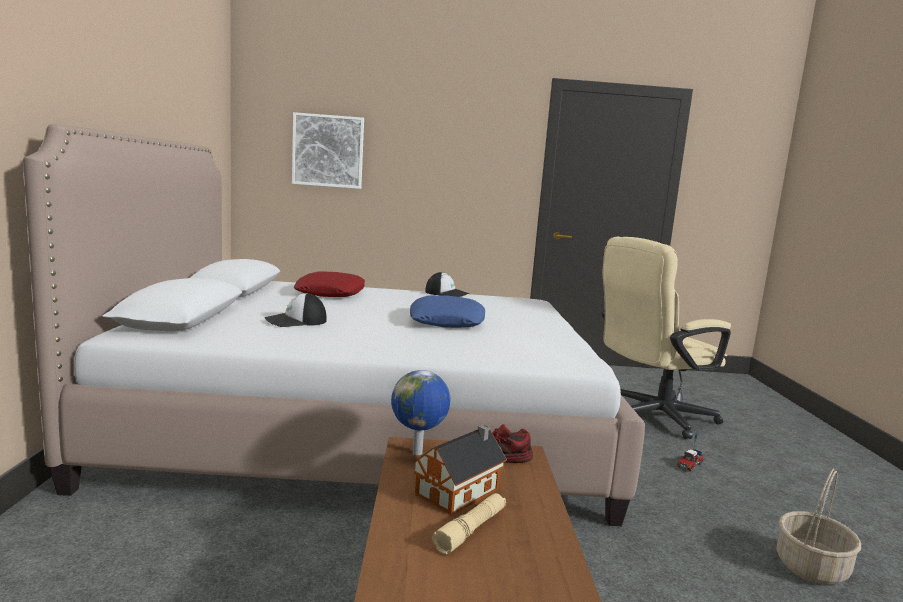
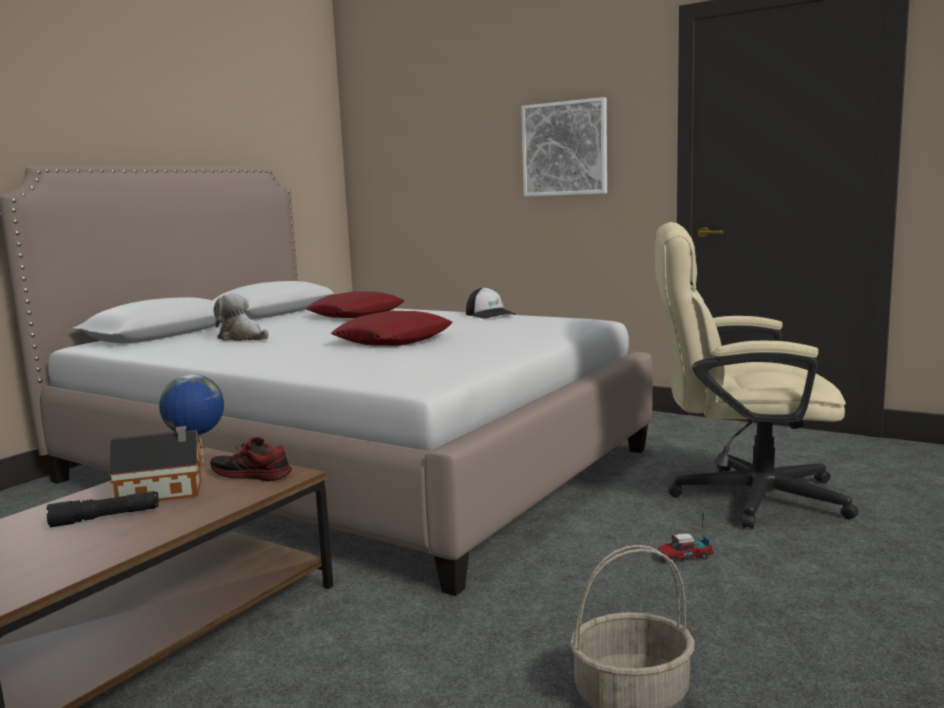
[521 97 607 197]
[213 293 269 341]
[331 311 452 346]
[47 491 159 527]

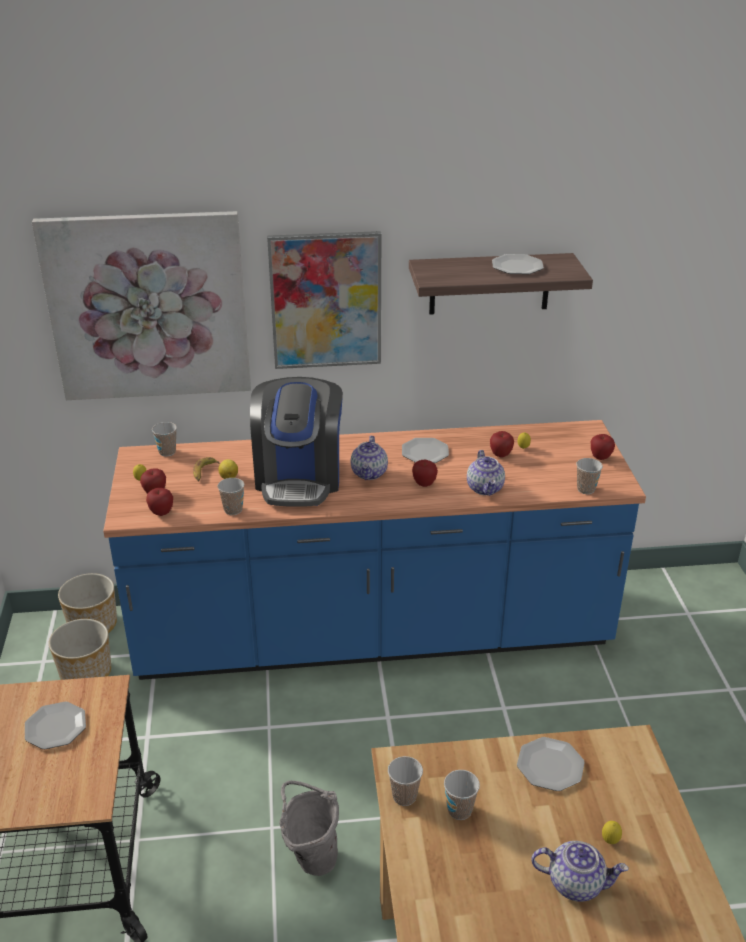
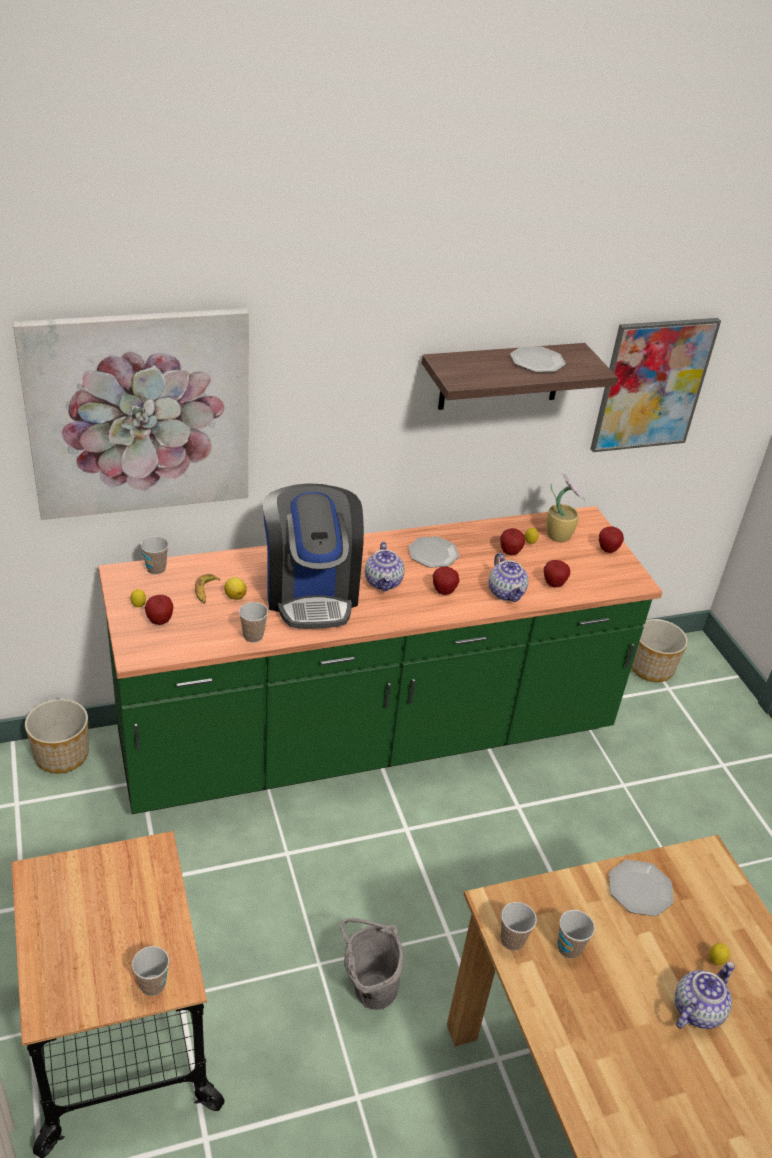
[25 702 86 749] (first image)
[546 471 585 542]
[631 619 688 682]
[544 560 570 588]
[590 318 721 452]
[132 946 169 996]
[98 506 663 814]
[675 962 735 1029]

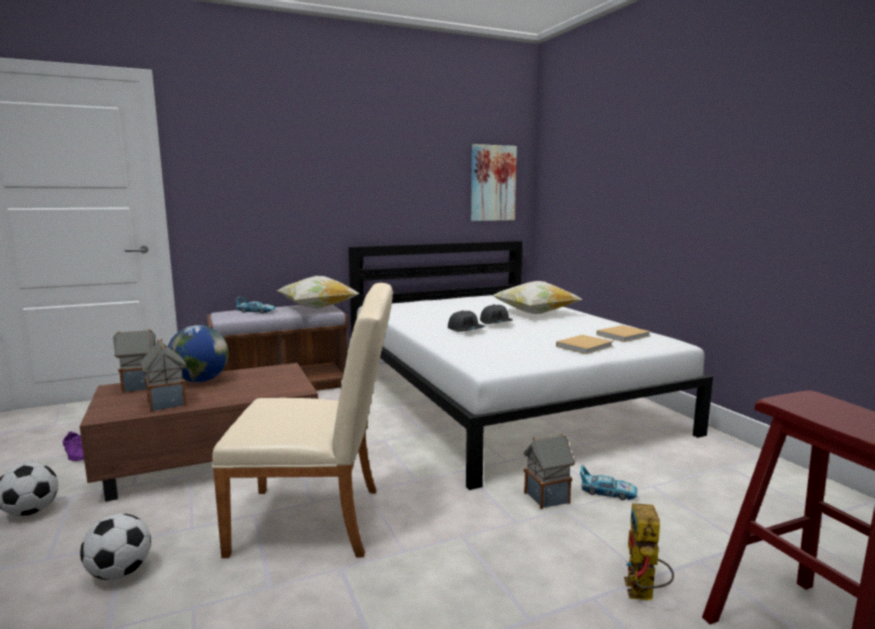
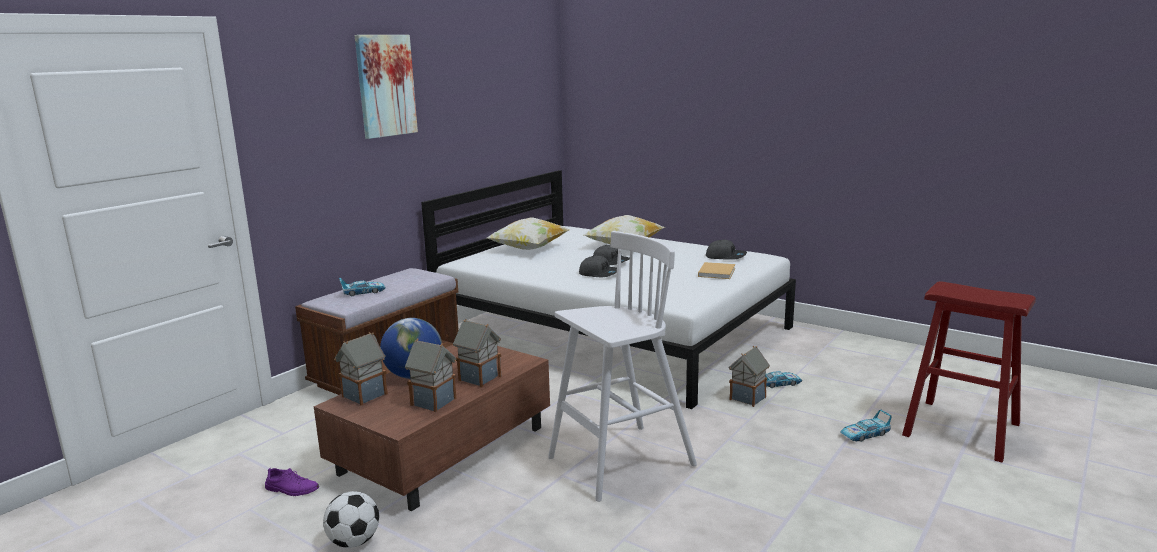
[80 514 151 580] (first image)
[453 319 502 388]
[487 218 570 250]
[355 35 418 139]
[548 231 697 502]
[706 240 747 260]
[840 410 892 442]

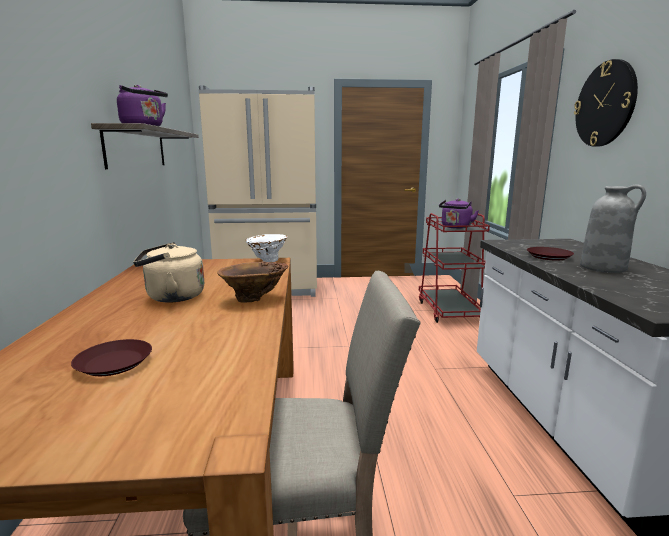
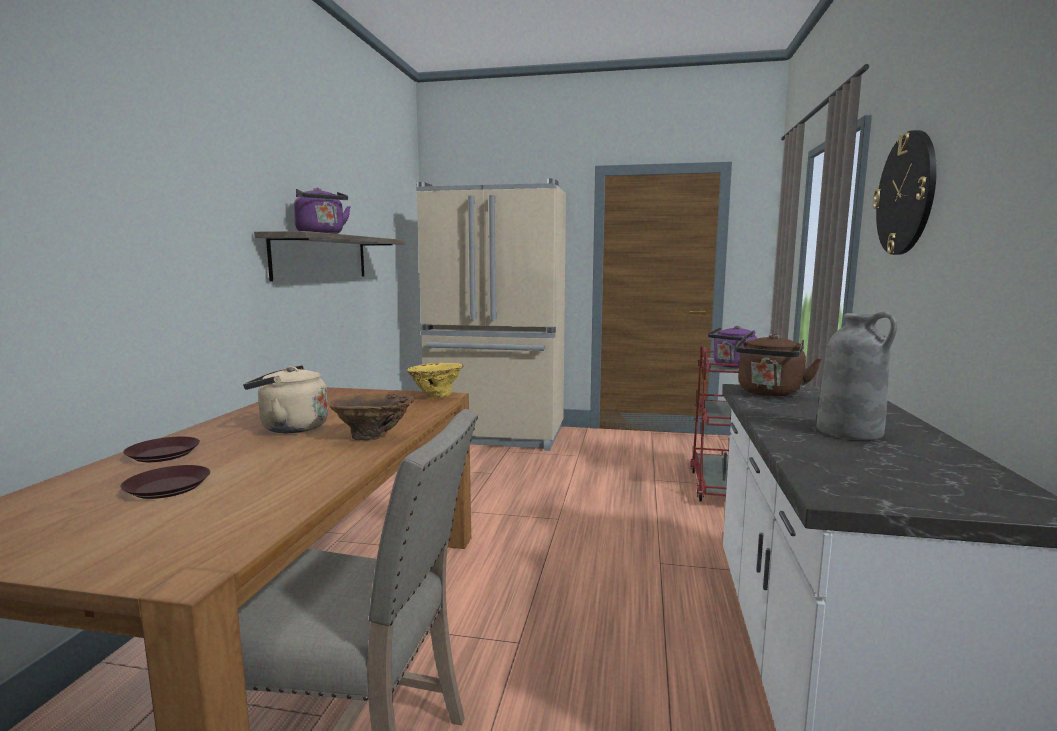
[735 334 821 397]
[123 436 200 462]
[407 363 464 397]

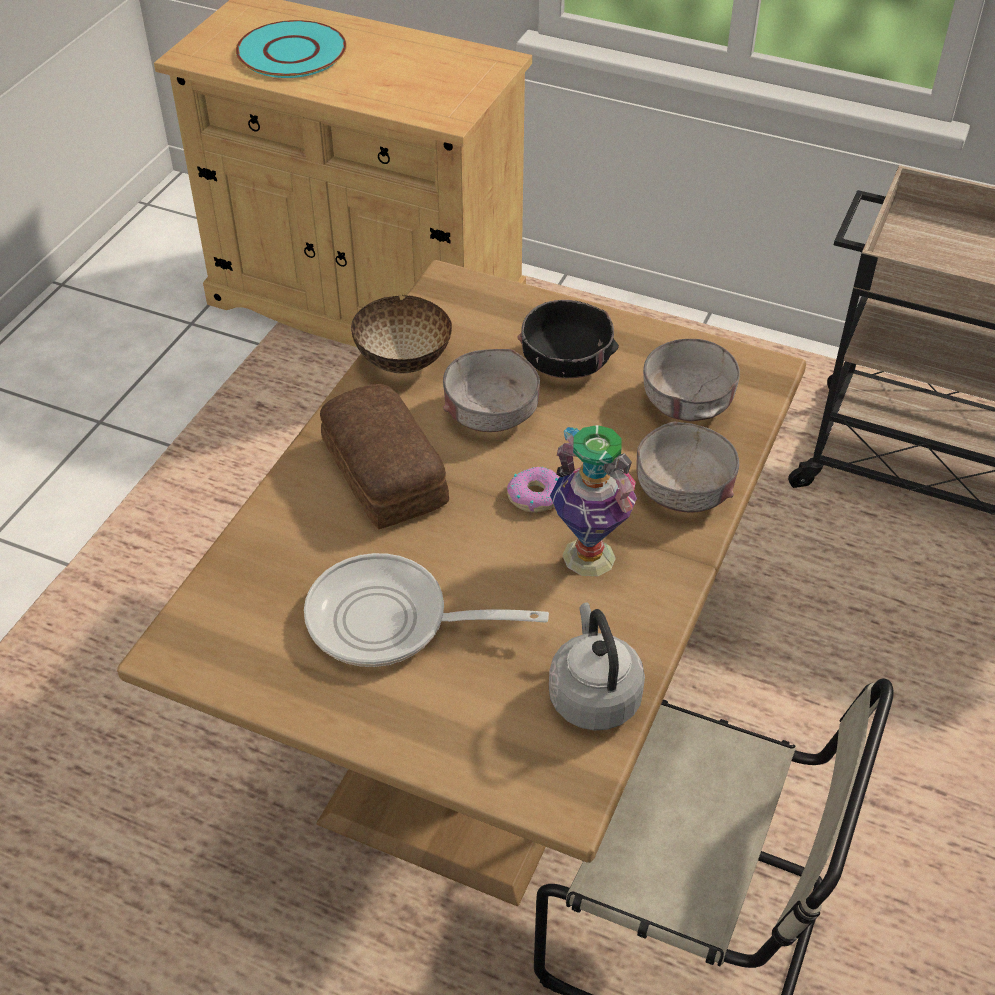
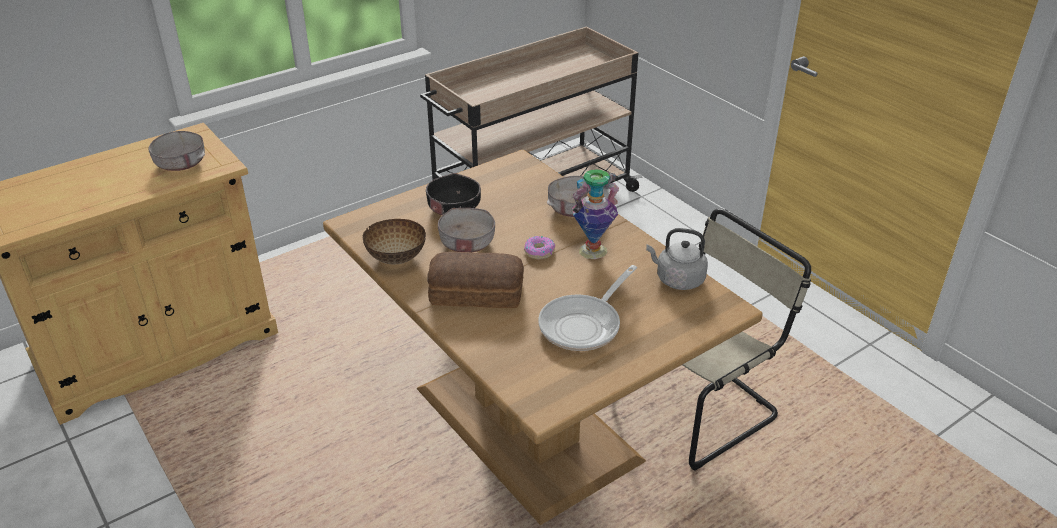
[236 20 347 78] (first image)
[148 131 205 171]

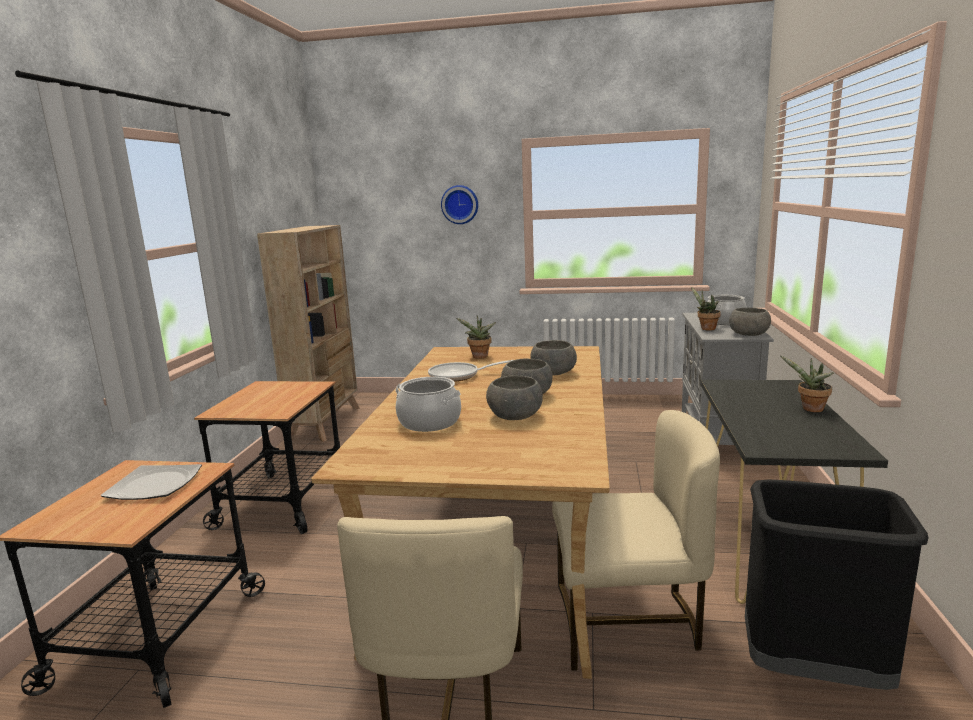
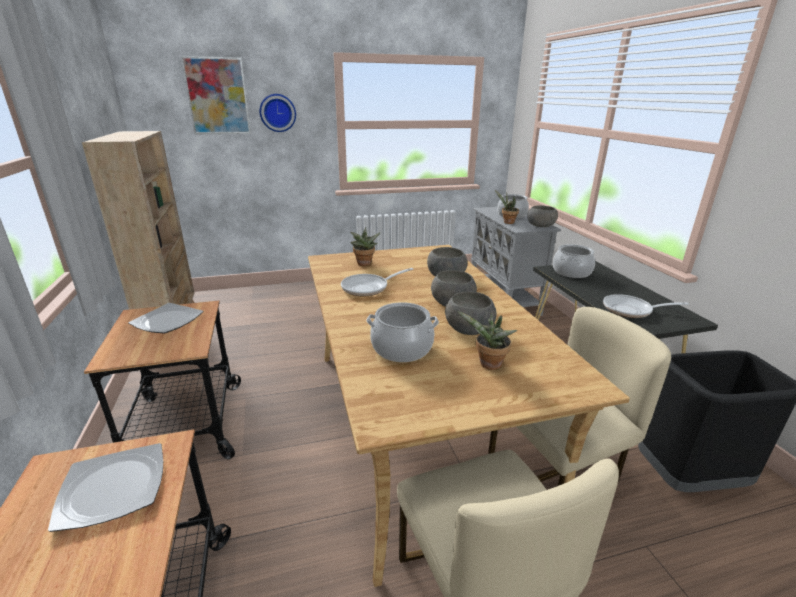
[128 303 203 333]
[181 56 251 134]
[553 244 595 278]
[603 294 689 318]
[457 311 517 370]

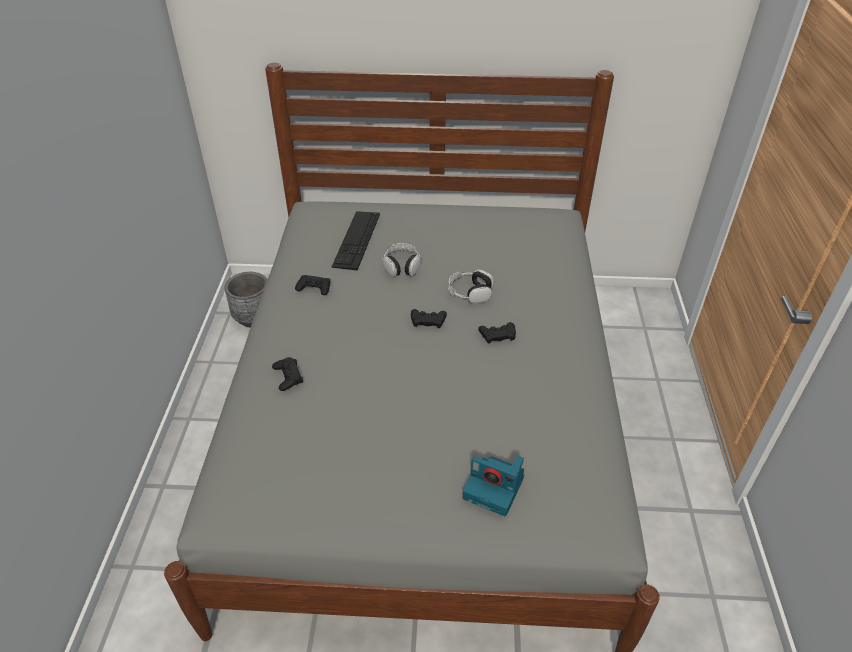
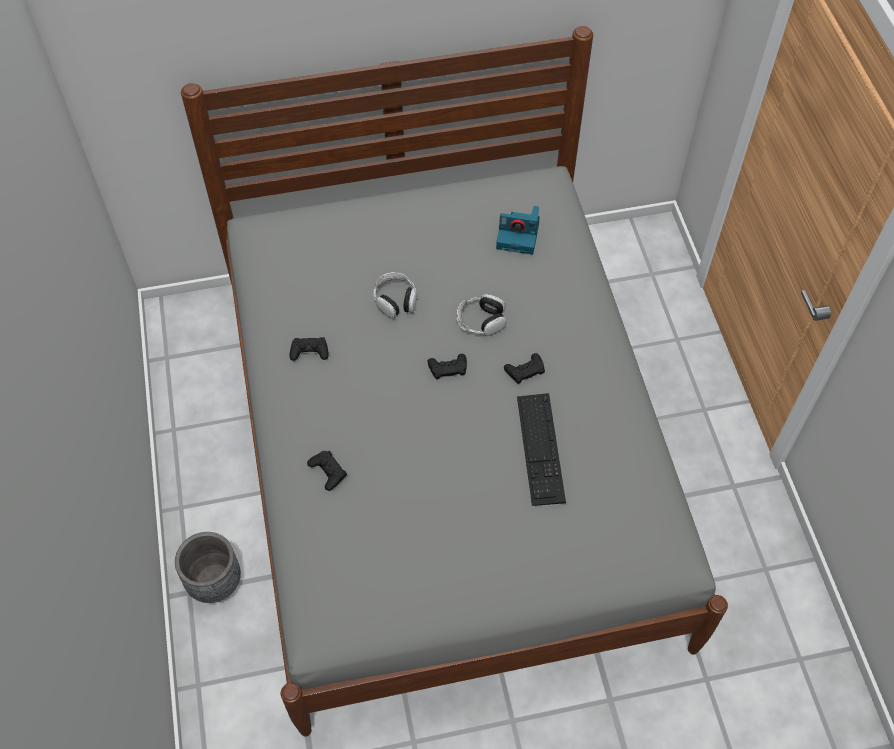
[175 532 241 603]
[517 393 566 506]
[496 206 540 255]

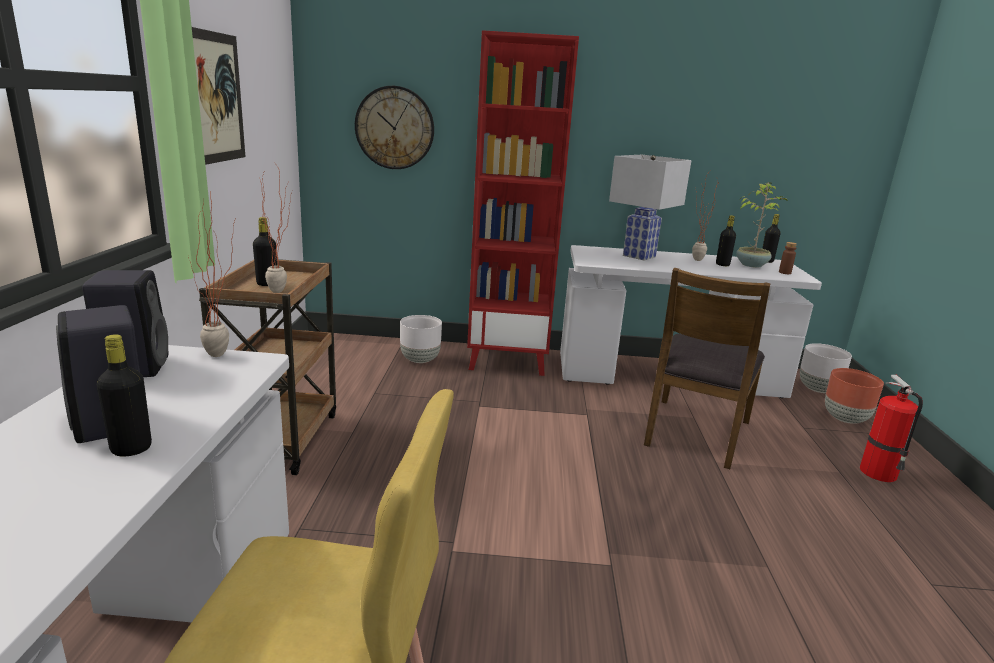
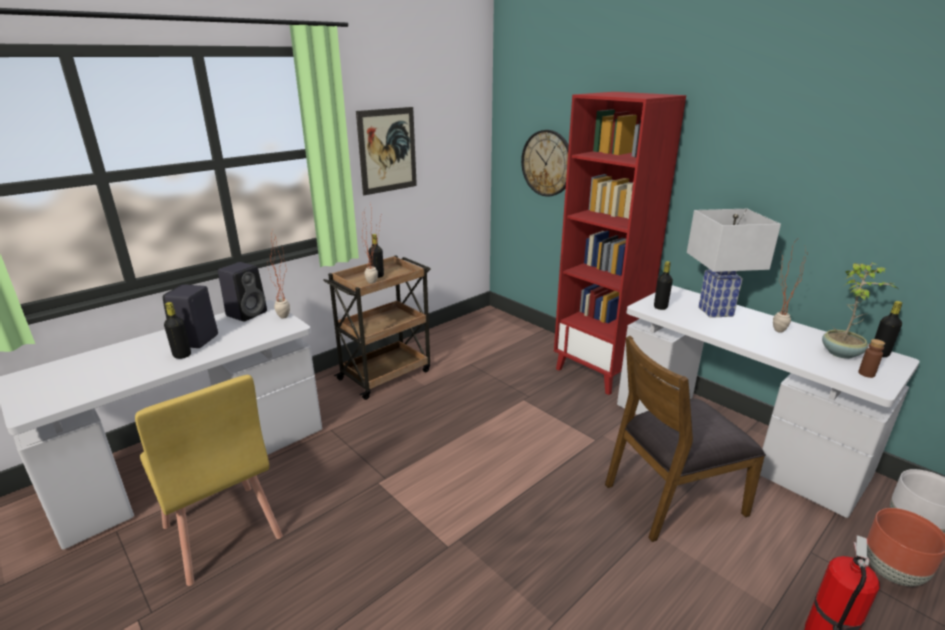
[400 315 442 363] (first image)
[654 261 673 310]

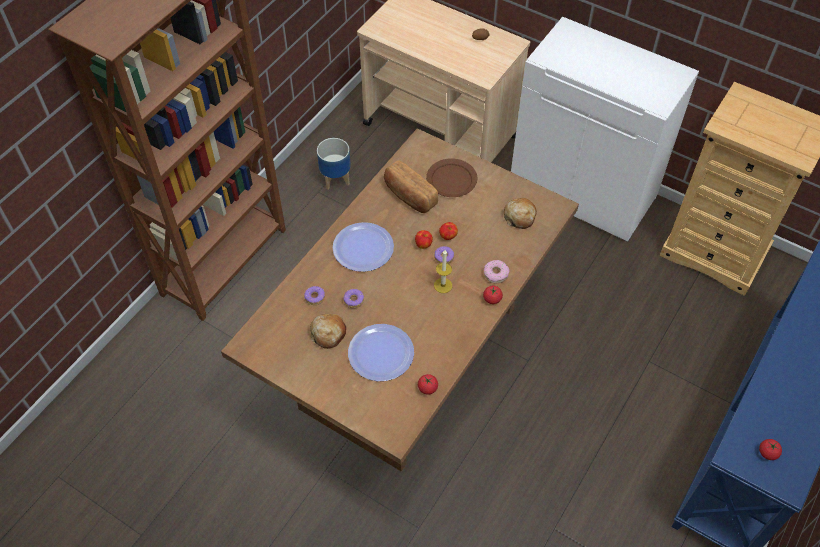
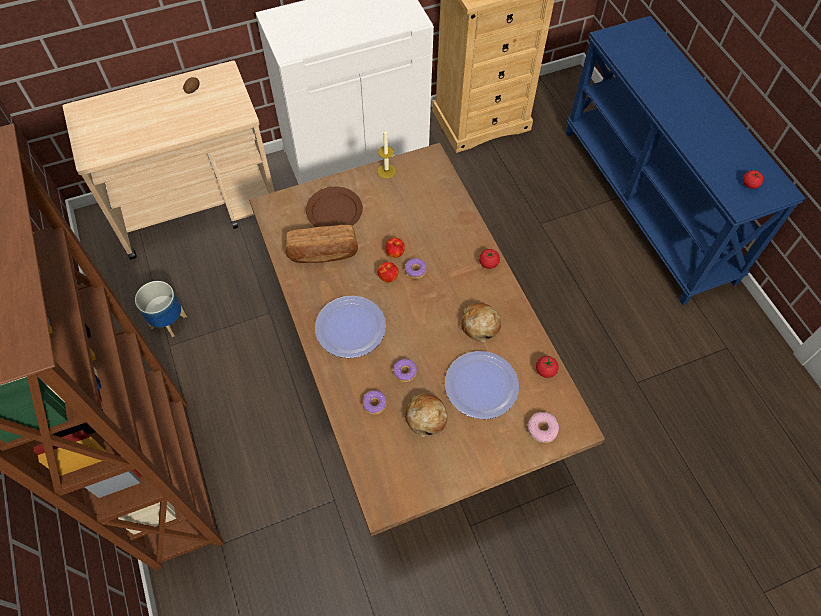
[378 129 396 179]
[528 412 559 443]
[461 303 501 342]

